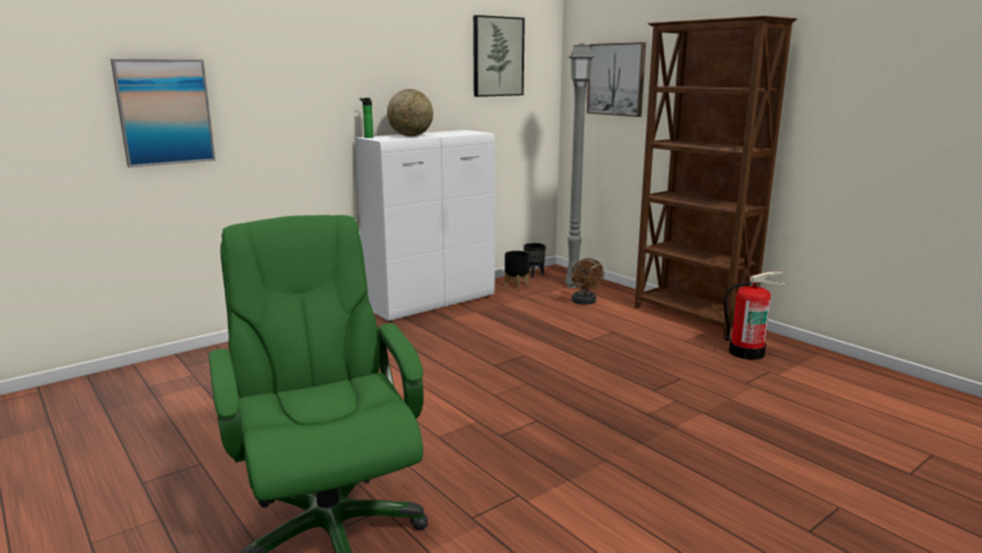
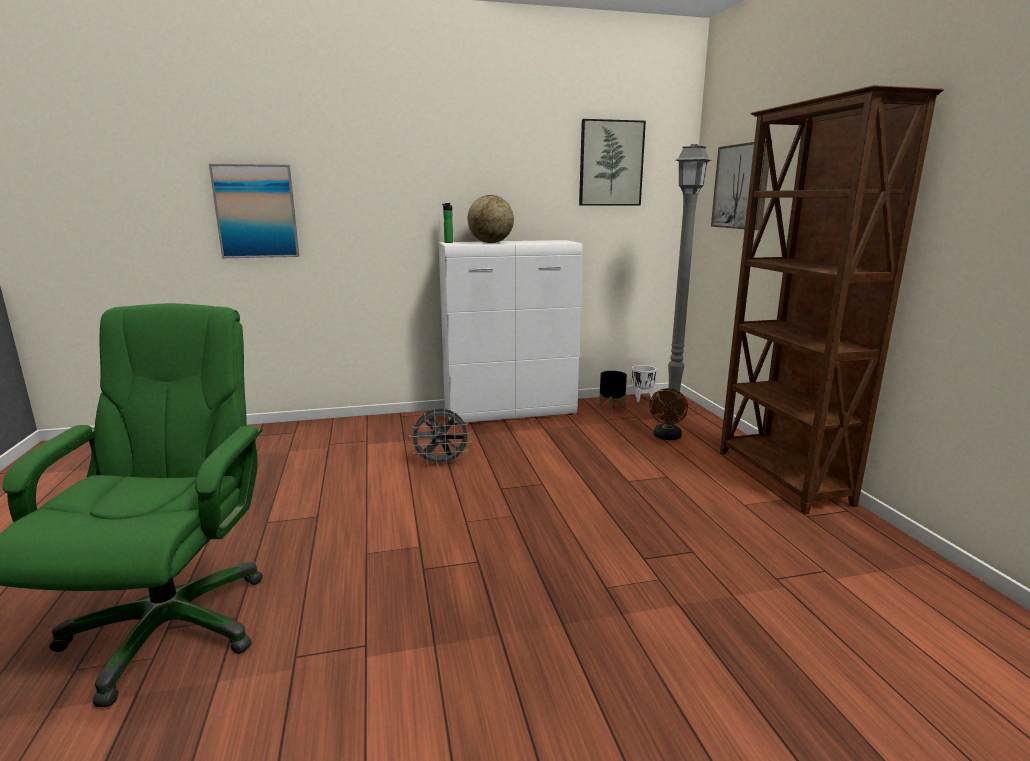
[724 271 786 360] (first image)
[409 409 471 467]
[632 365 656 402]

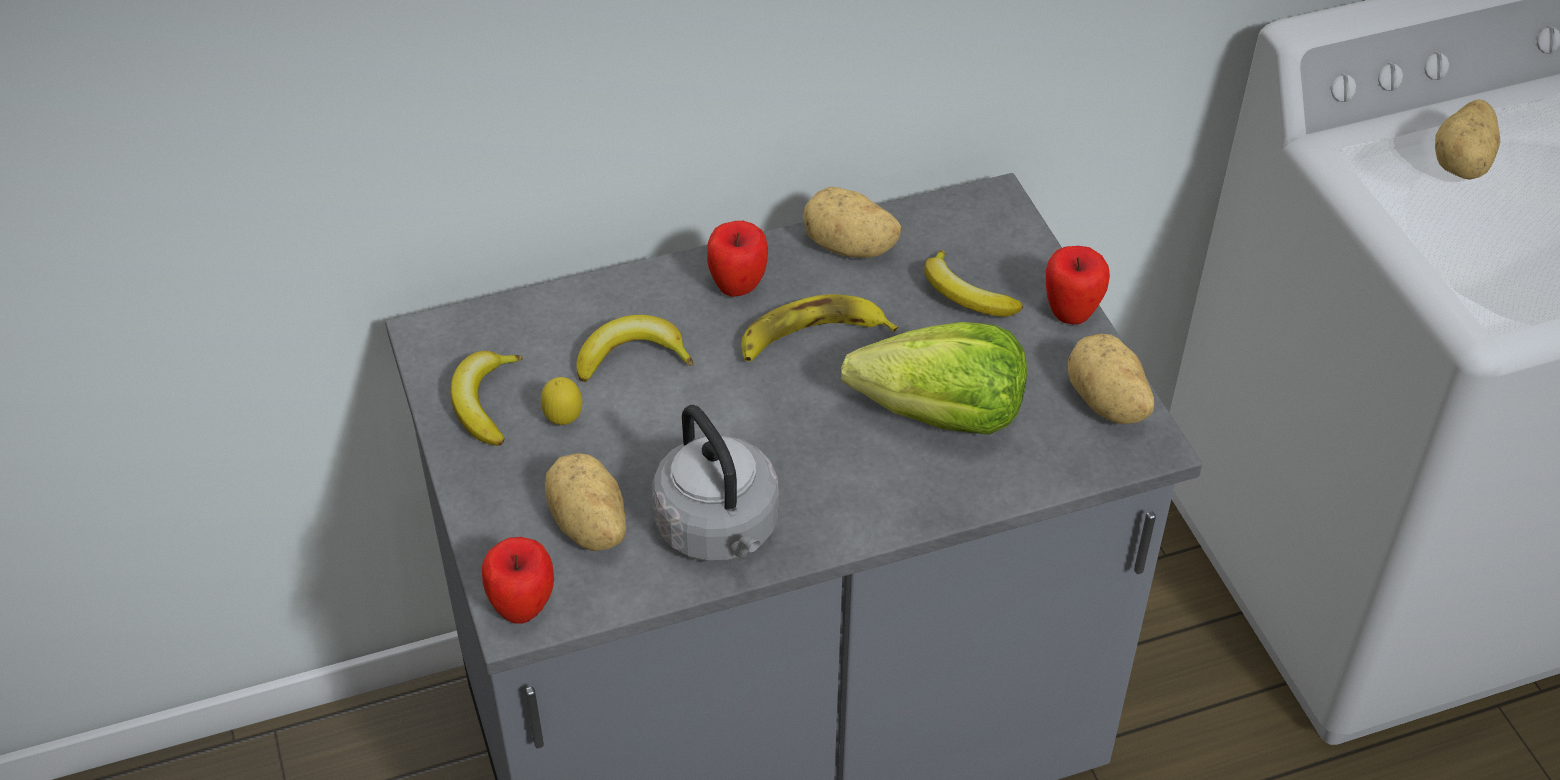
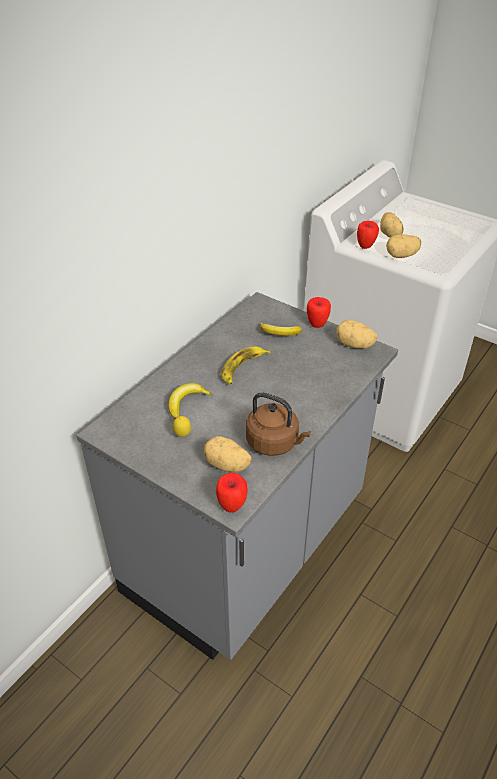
[451 351 523 446] (first image)
[841 322 1027 435] (first image)
[357 221 379 249]
[386 234 421 258]
[246 392 311 456]

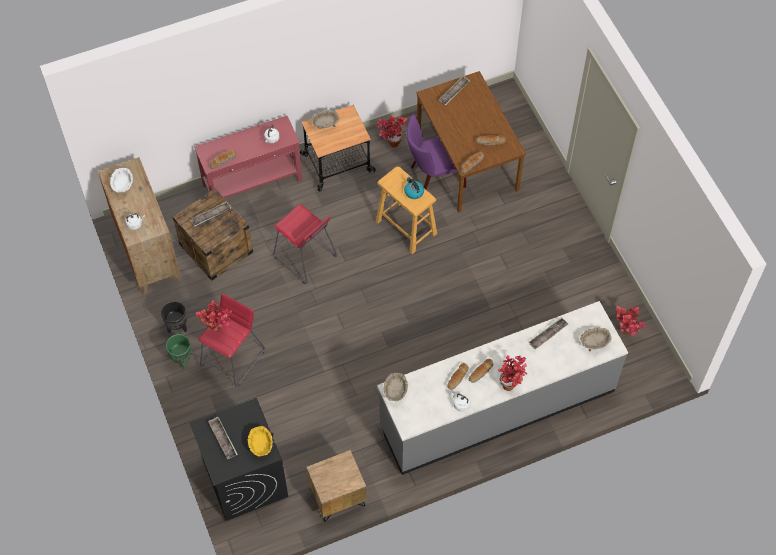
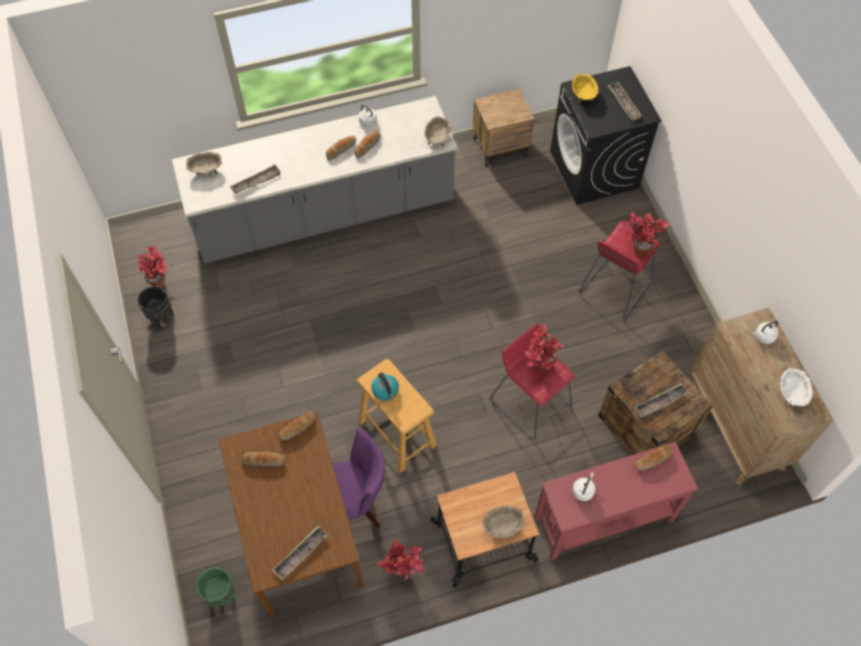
[138 286 174 330]
[196 568 236 608]
[525 324 564 371]

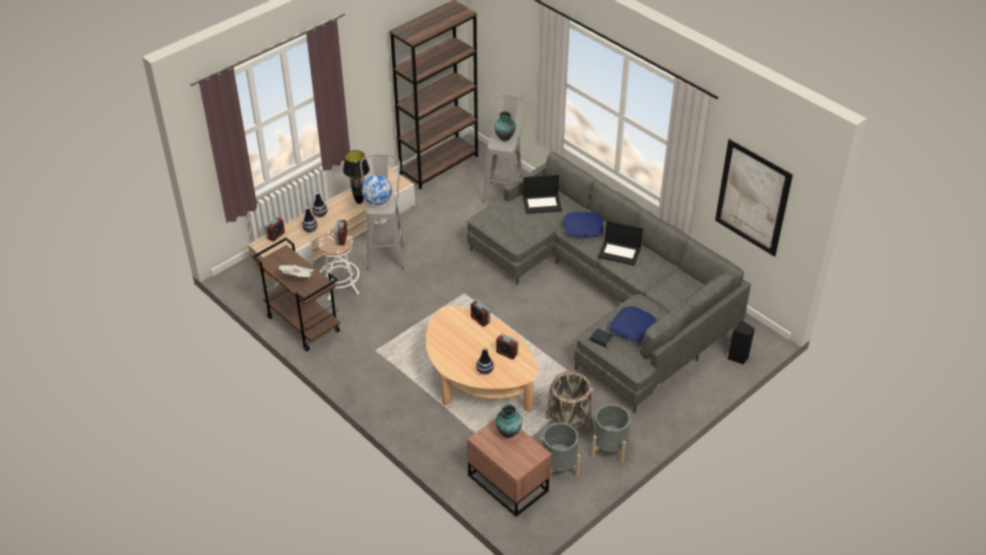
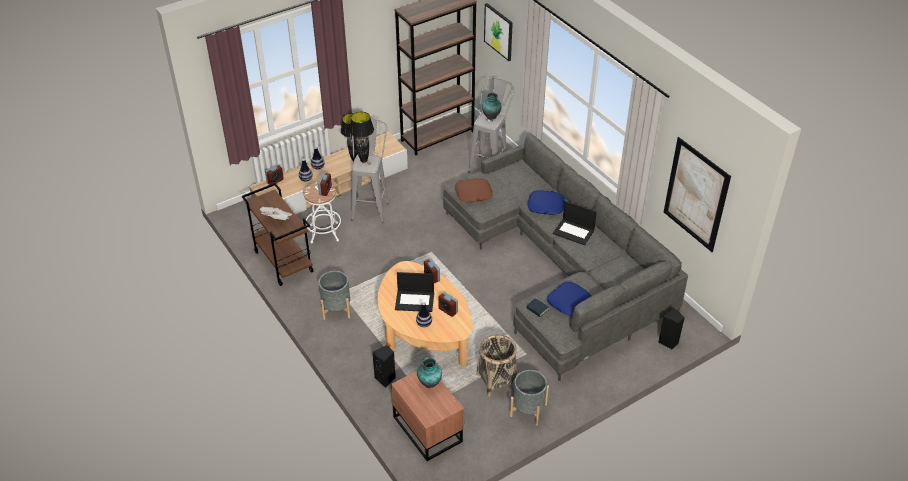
[373 345 396 388]
[455 178 493 202]
[484 3 513 61]
[395 272 434 312]
[319 271 350 320]
[349 112 374 163]

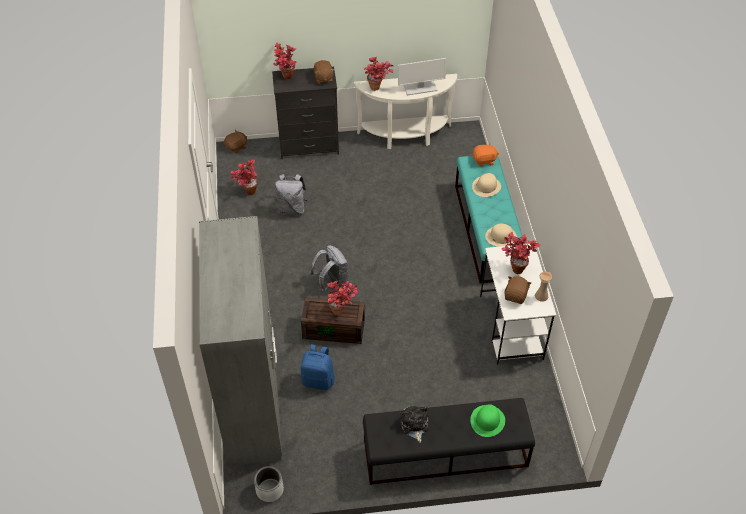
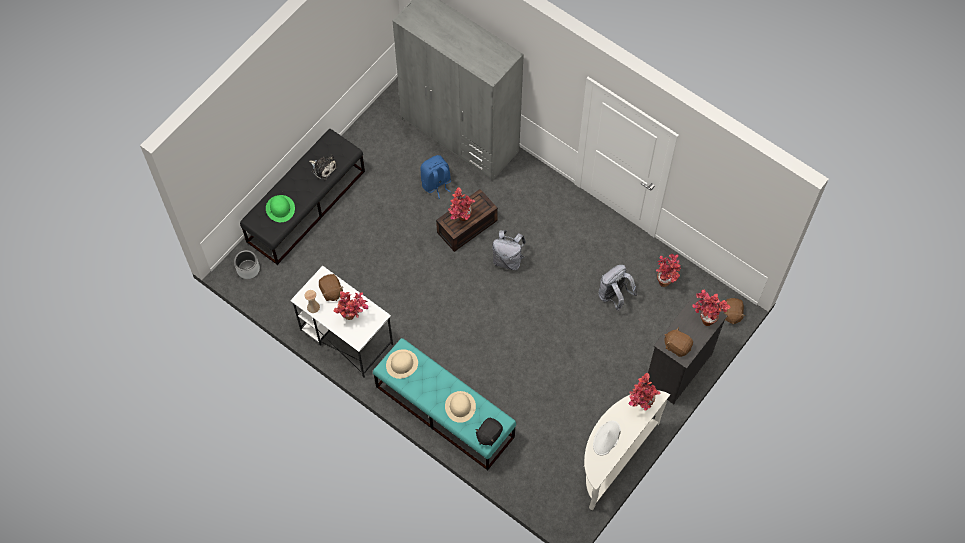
[234 250 260 279]
[593 421 621 455]
[475 418 503 446]

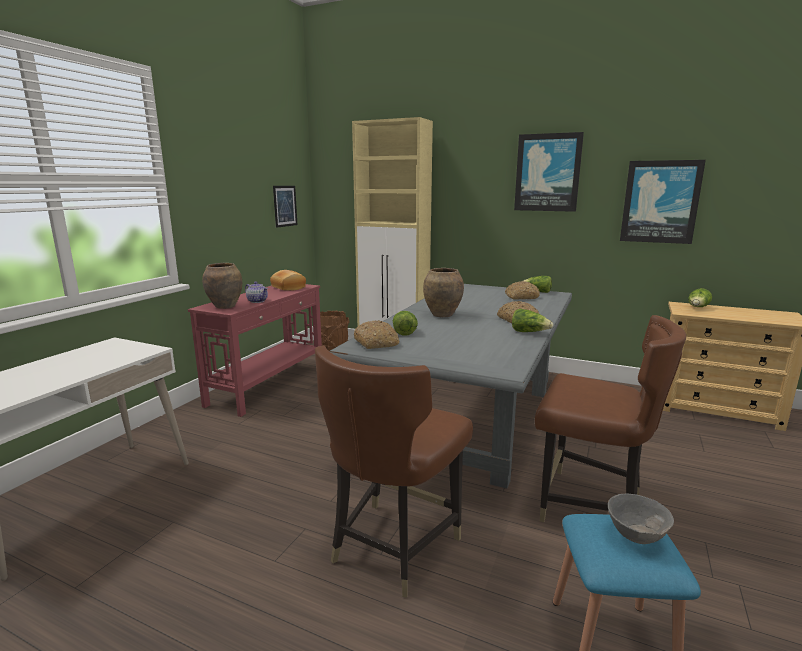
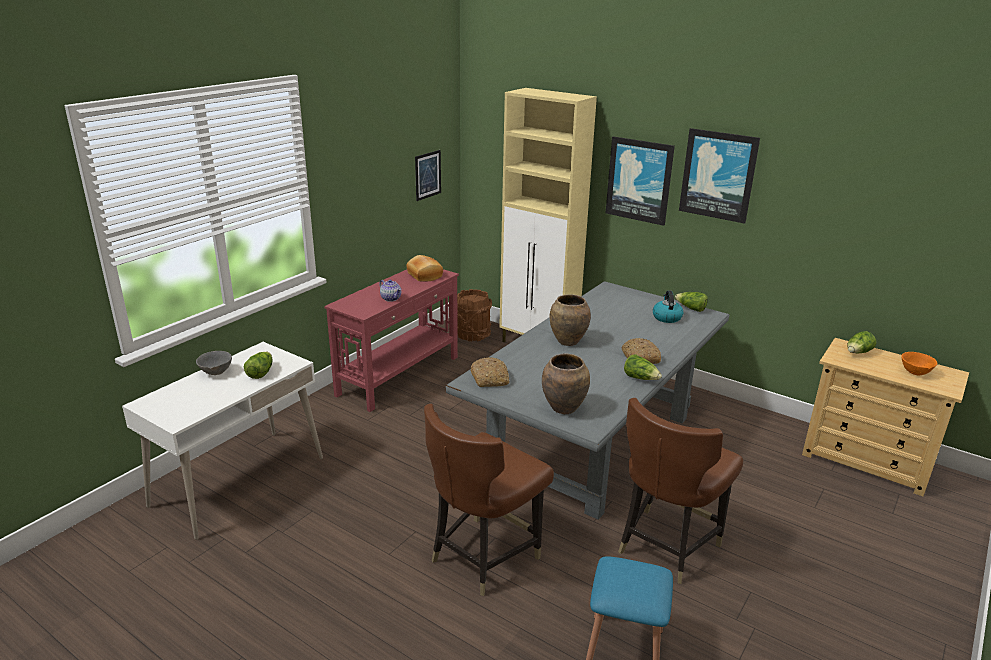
[901 352 937 375]
[542 354 590 414]
[244 352 273 379]
[196 351 232 375]
[606 136 675 226]
[653 291 683 323]
[618 398 743 584]

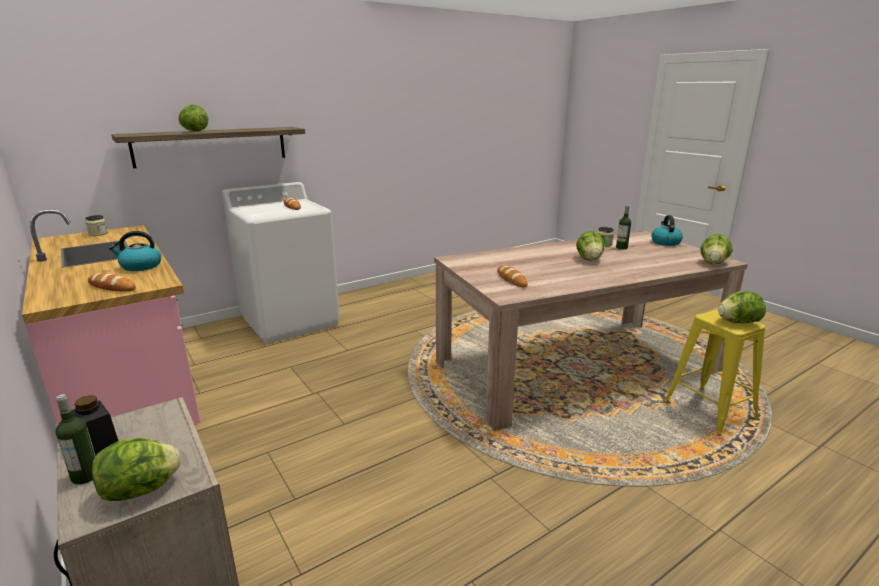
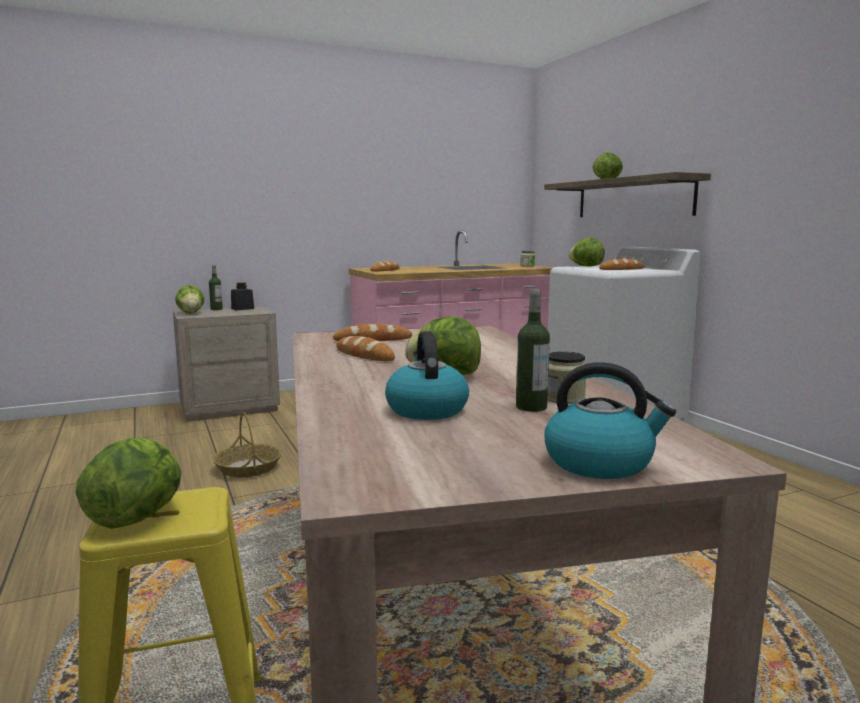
[212 412 282 477]
[337 336 395 361]
[385 331 469 420]
[568 237 605 267]

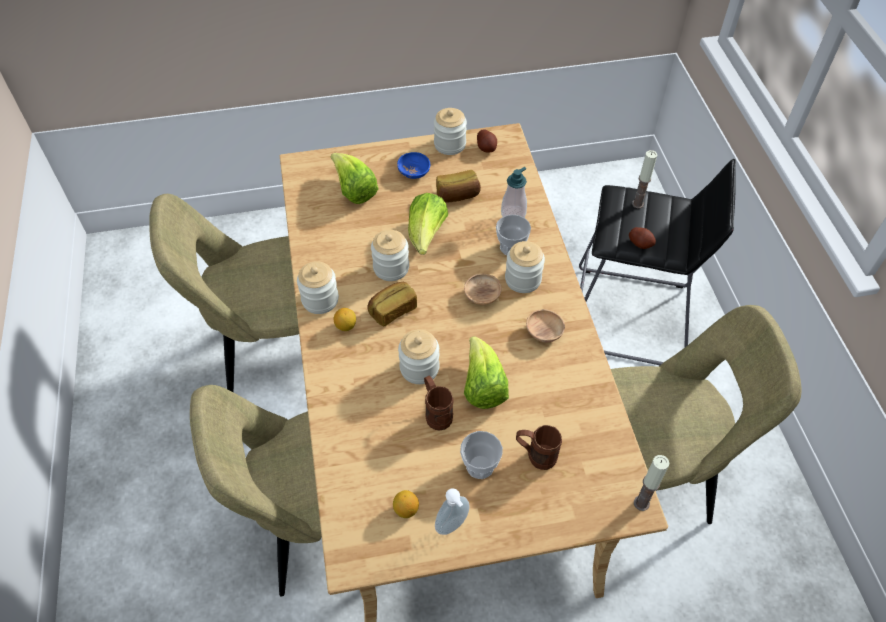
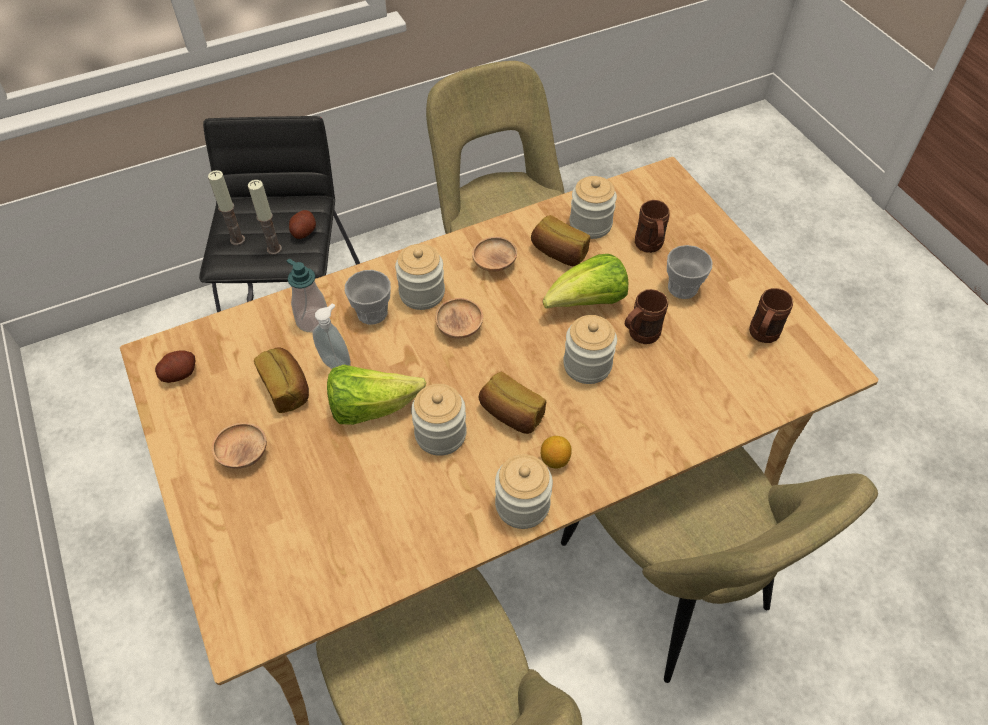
[331 153 379 204] (first image)
[531 215 590 266]
[570 176 617 239]
[313 303 351 369]
[248 180 282 255]
[749 288 793 343]
[212 423 267 469]

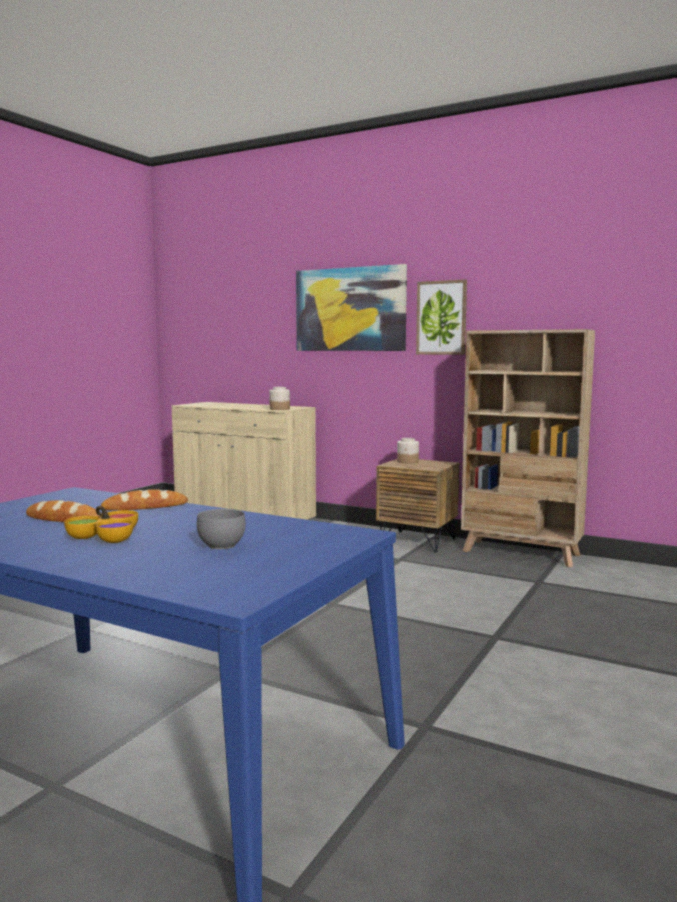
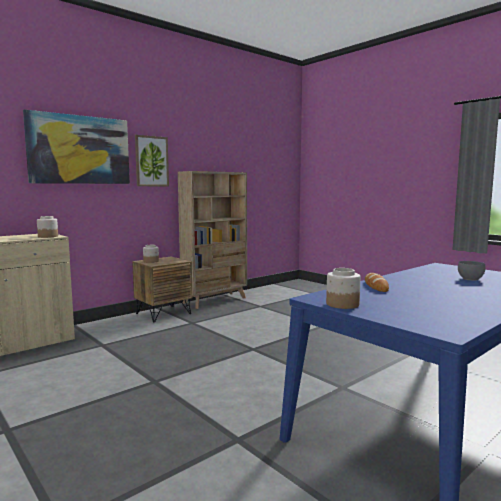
[26 500 101 522] (first image)
[64 506 138 543] (first image)
[326 268 361 309]

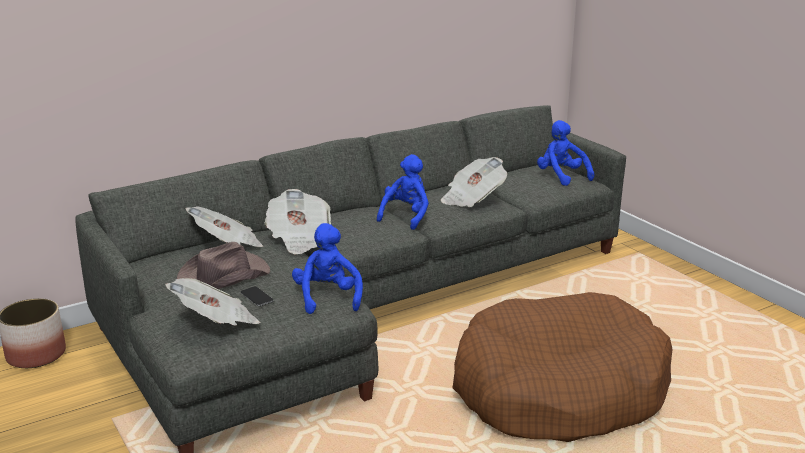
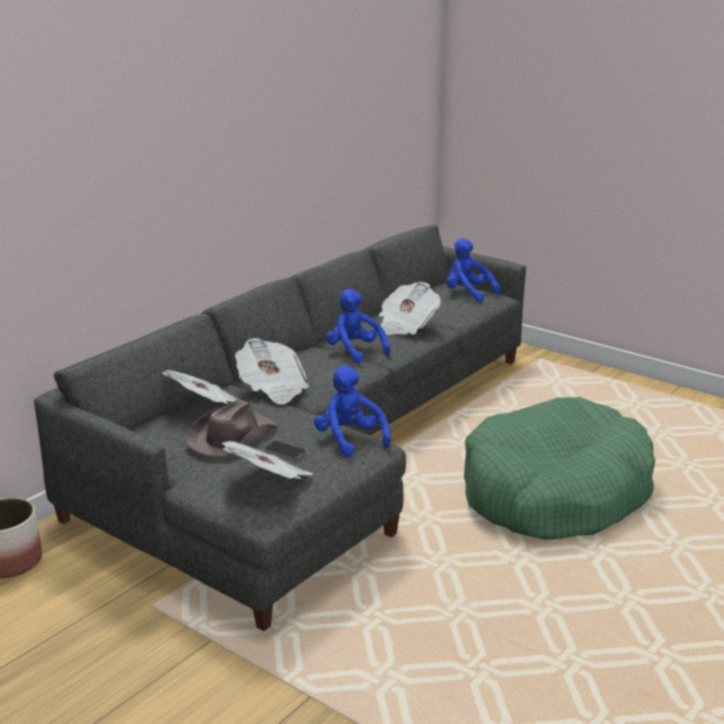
[464 397 655 540]
[326 289 391 364]

